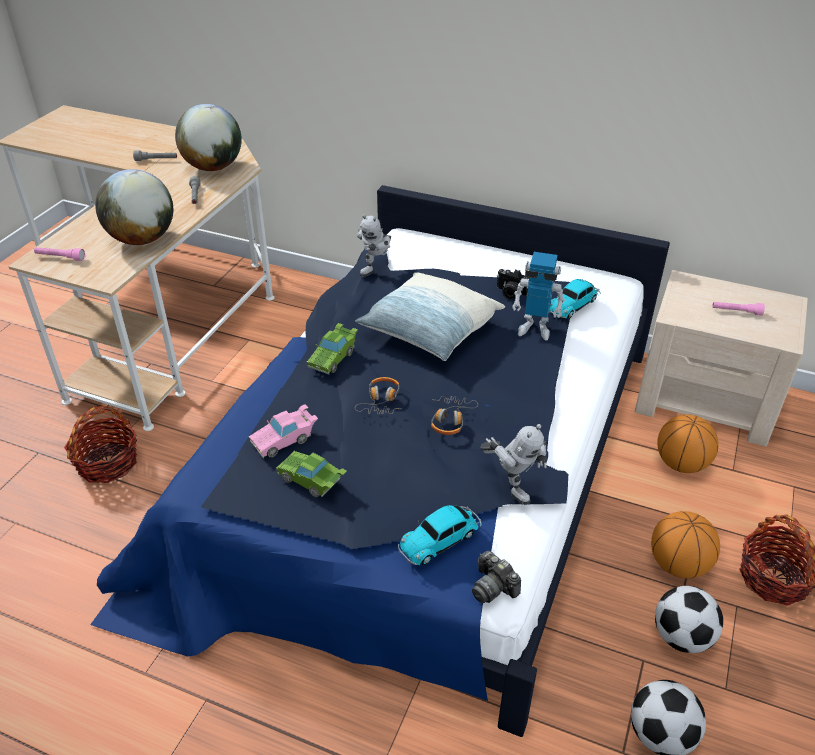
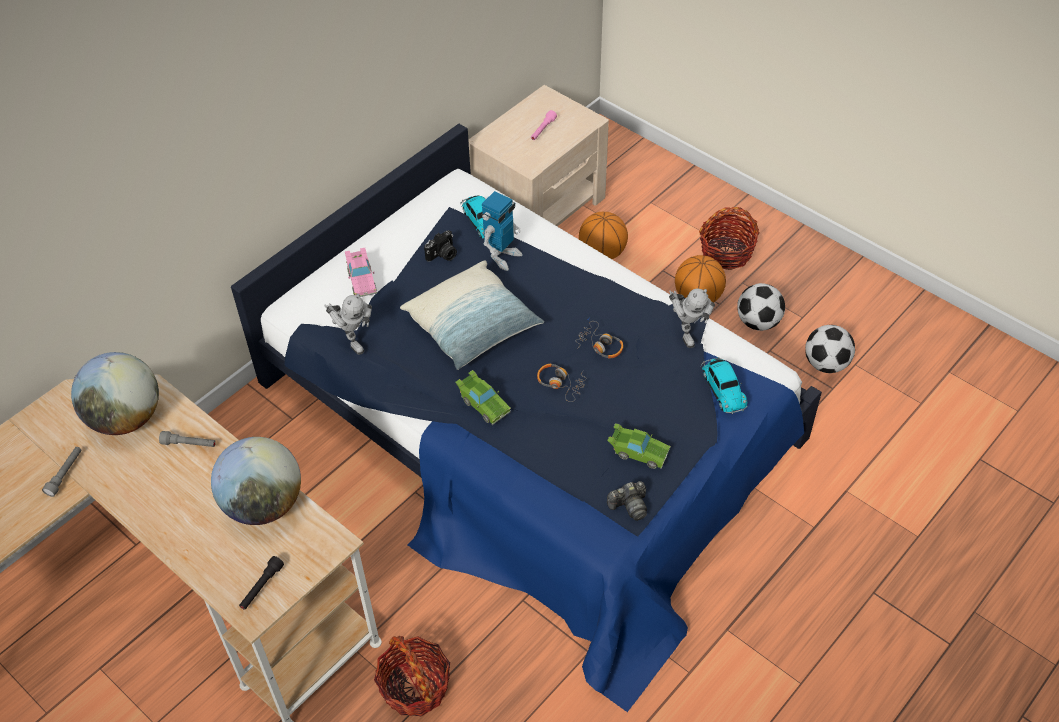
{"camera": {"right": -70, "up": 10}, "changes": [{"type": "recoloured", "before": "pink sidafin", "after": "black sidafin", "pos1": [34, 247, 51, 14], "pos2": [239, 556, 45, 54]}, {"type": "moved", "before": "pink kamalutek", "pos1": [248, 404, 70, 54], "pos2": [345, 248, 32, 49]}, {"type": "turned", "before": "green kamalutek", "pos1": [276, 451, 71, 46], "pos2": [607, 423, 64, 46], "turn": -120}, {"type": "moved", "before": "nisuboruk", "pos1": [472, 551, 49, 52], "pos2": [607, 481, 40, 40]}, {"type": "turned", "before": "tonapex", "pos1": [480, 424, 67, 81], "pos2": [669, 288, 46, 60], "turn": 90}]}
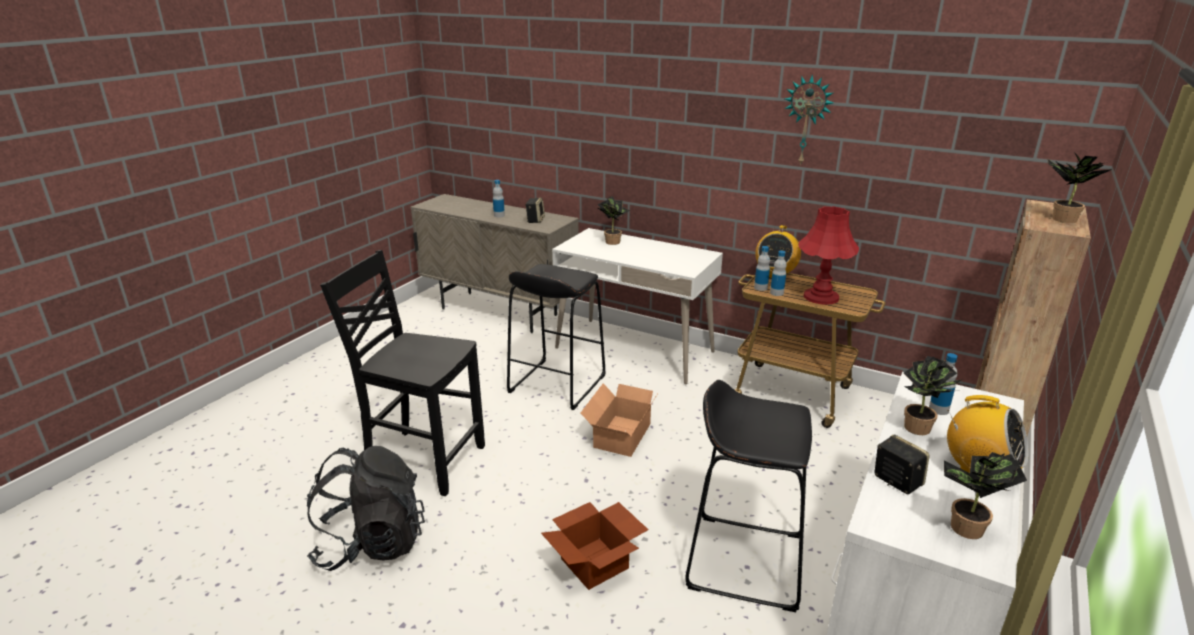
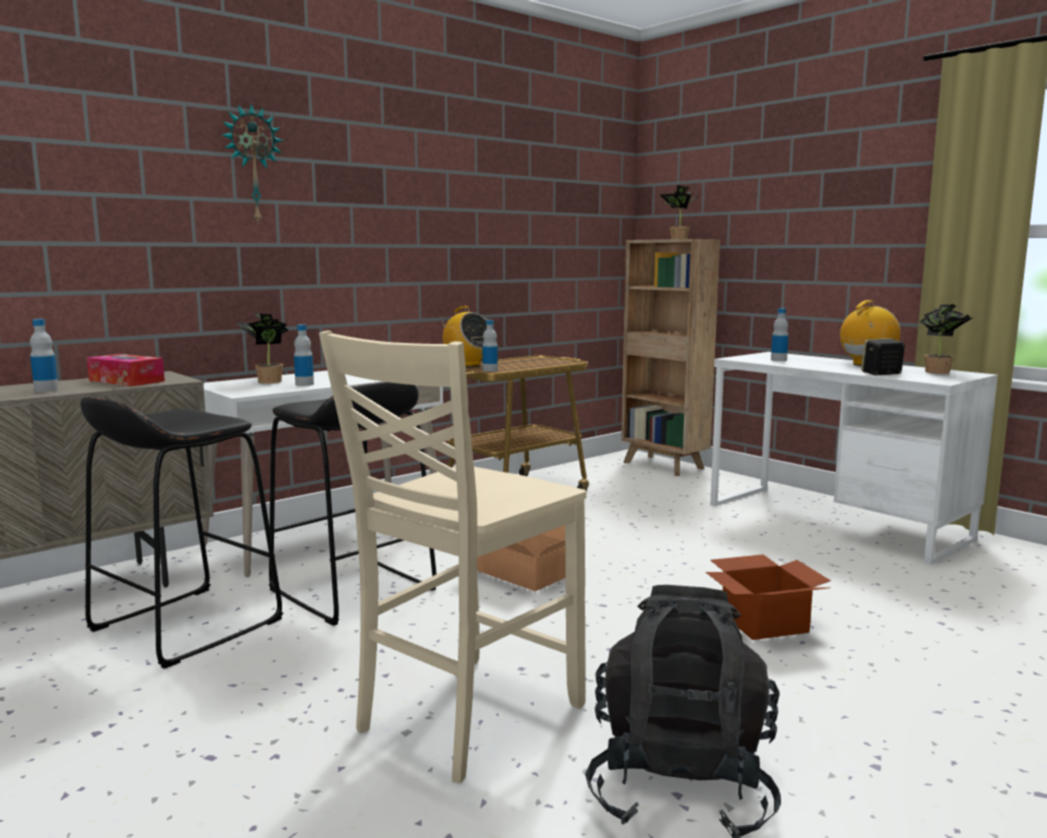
{"camera": {"right": -70, "up": -15}, "changes": [{"type": "recoloured", "before": "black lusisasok", "after": "beige lusisasok", "pos1": [320, 250, 165, 246], "pos2": [319, 330, 268, 453]}, {"type": "replaced", "before": "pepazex", "after": "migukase", "pos1": [525, 197, 20, 26], "pos2": [87, 354, 78, 32]}, {"type": "moved", "before": "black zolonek", "pos1": [685, 380, 127, 232], "pos2": [80, 396, 203, 273]}, {"type": "moved", "before": "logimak", "pos1": [770, 250, 17, 46], "pos2": [294, 324, 20, 62]}, {"type": "moved", "before": "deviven", "pos1": [785, 74, 48, 92], "pos2": [222, 103, 61, 121]}, {"type": "removed", "before": "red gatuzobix", "pos1": [799, 206, 60, 99]}, {"type": "removed", "before": "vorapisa", "pos1": [903, 356, 59, 79]}]}
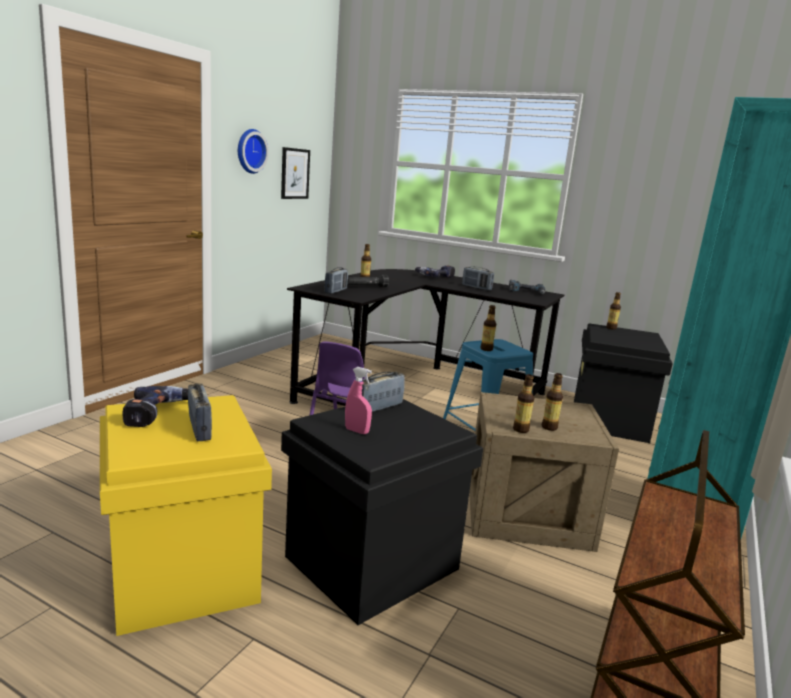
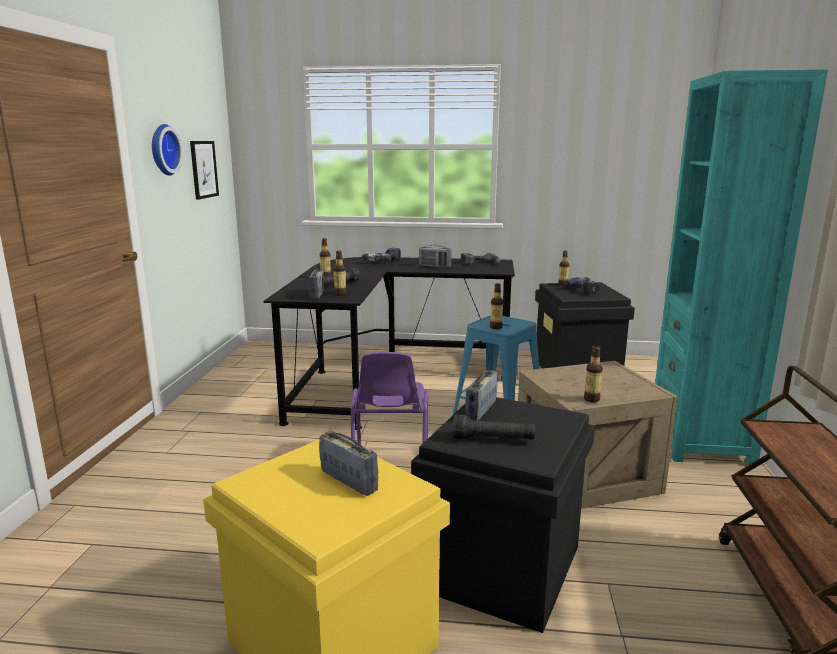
{"camera": {"right": -20, "up": 0}, "changes": [{"type": "moved", "before": "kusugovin", "pos1": [123, 386, 65, 41], "pos2": [565, 277, 35, 17]}, {"type": "replaced", "before": "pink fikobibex", "after": "black sidafin", "pos1": [345, 367, 27, 67], "pos2": [453, 415, 82, 25]}, {"type": "moved", "before": "logimak", "pos1": [542, 373, 21, 58], "pos2": [333, 251, 14, 45]}]}
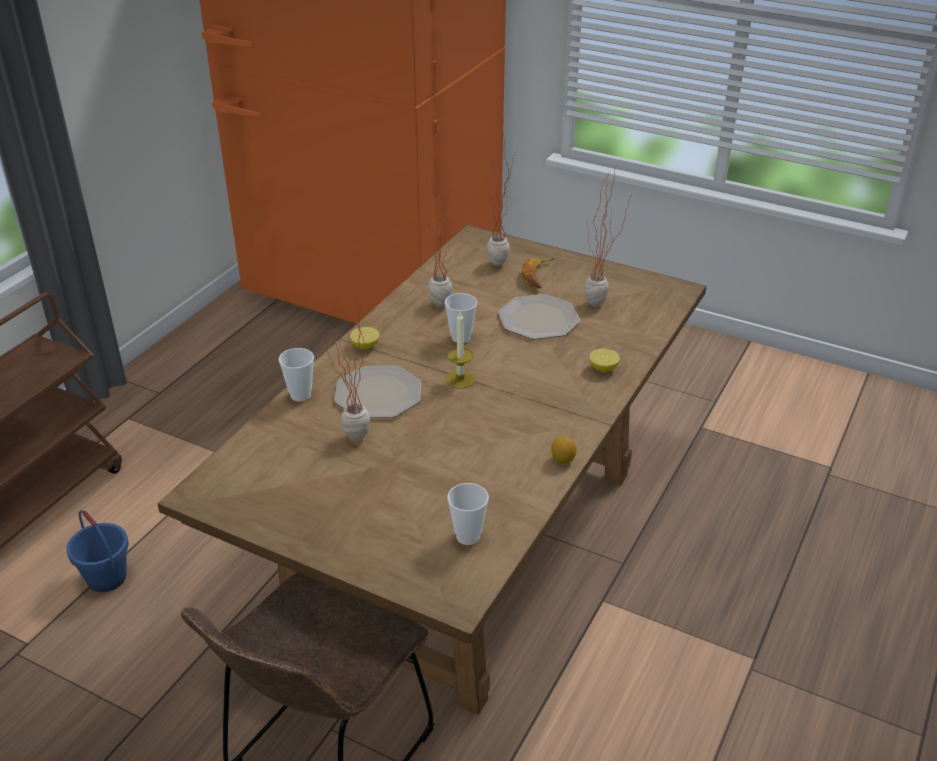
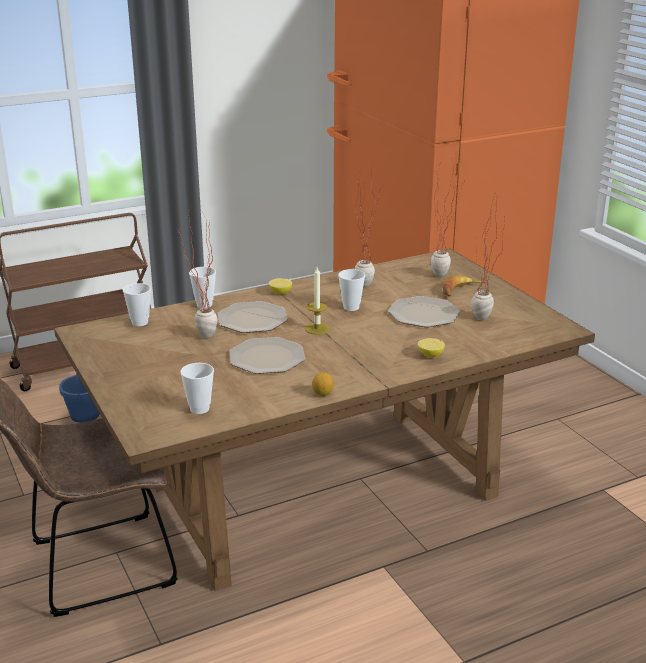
{"camera": {"right": 35, "up": -10}, "changes": [{"type": "added", "after": "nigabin", "pos2": [123, 283, 28, 43]}, {"type": "added", "after": "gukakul", "pos2": [230, 337, 75, 37]}]}
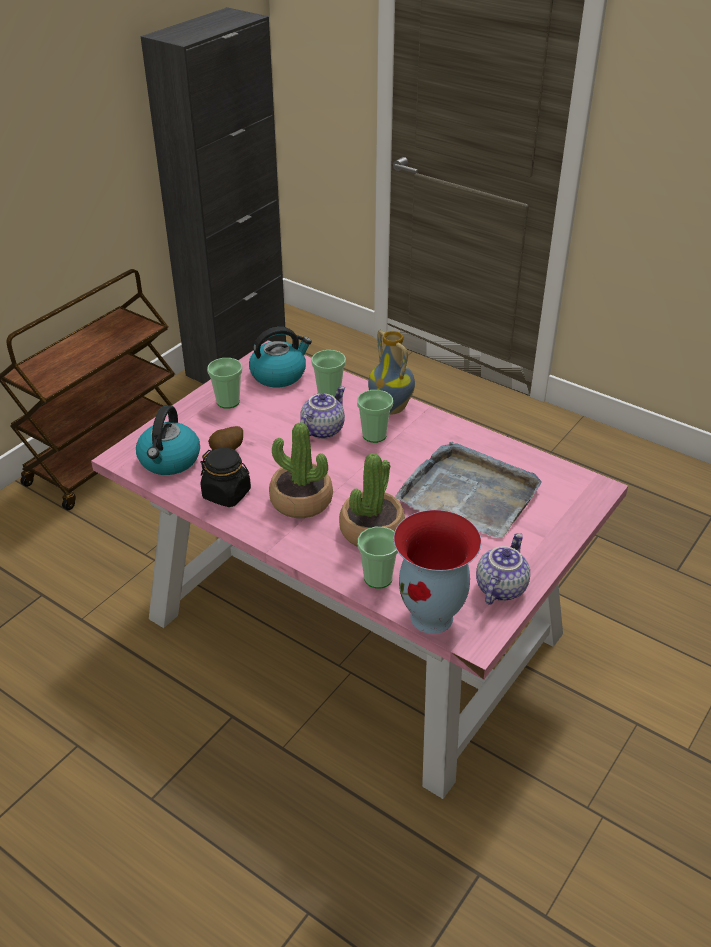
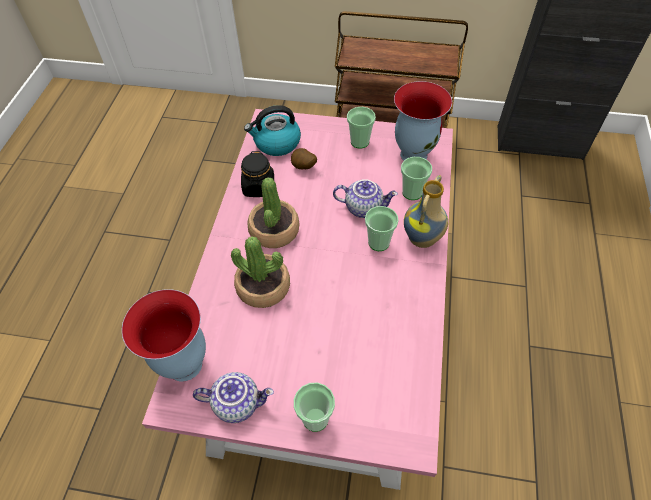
{"camera": {"right": 65, "up": 15}, "changes": [{"type": "replaced", "before": "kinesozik", "after": "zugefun", "pos1": [249, 327, 63, 60], "pos2": [394, 81, 58, 80]}, {"type": "moved", "before": "nigabin", "pos1": [358, 527, 40, 62], "pos2": [294, 382, 41, 50]}, {"type": "removed", "before": "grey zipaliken", "pos1": [395, 442, 147, 96]}]}
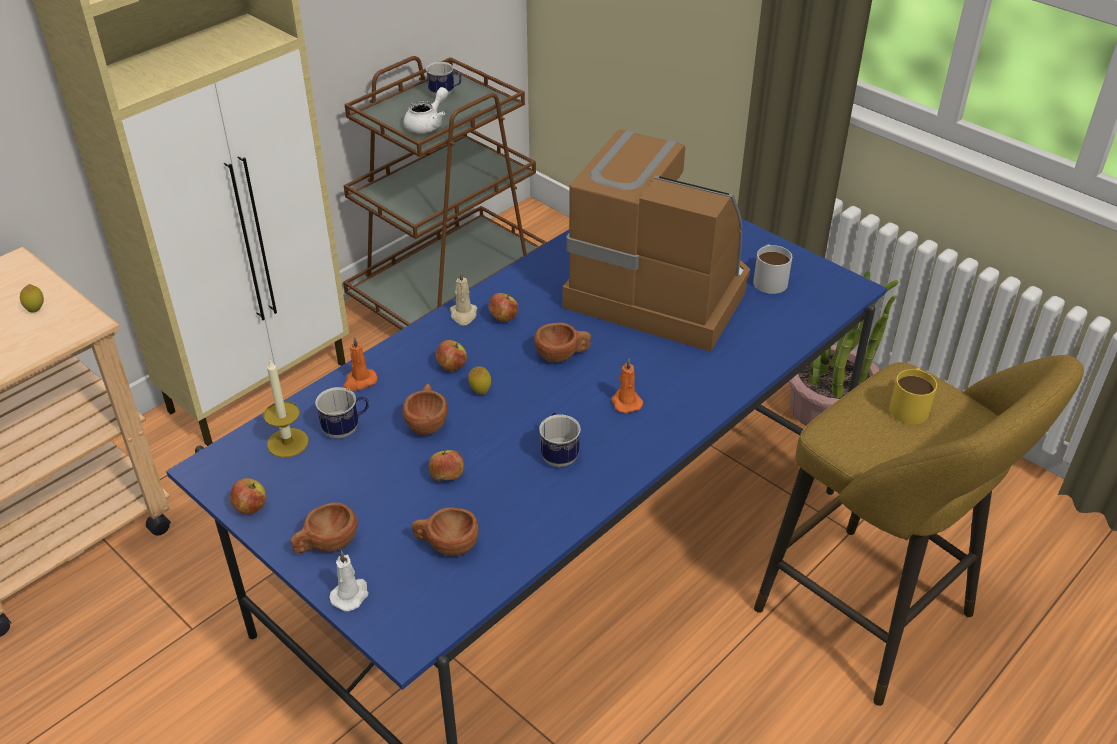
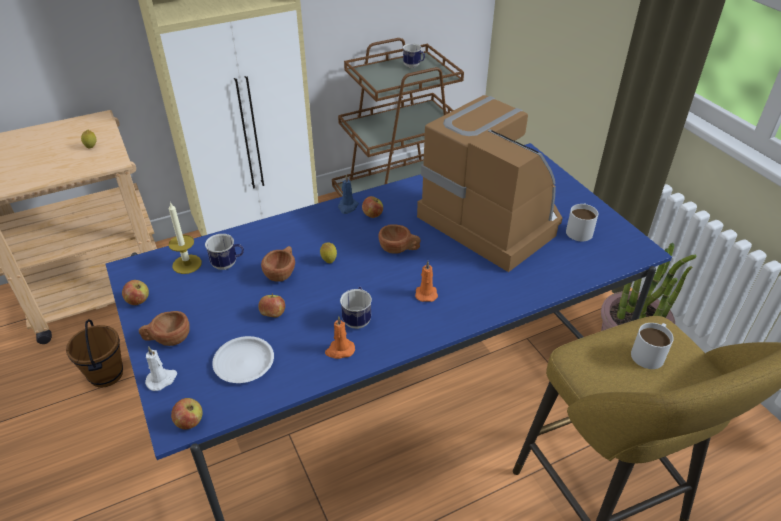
{"camera": {"right": 20, "up": 0}, "changes": [{"type": "moved", "before": "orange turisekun", "pos1": [343, 337, 34, 54], "pos2": [325, 316, 30, 43]}, {"type": "removed", "before": "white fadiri", "pos1": [404, 87, 44, 46]}, {"type": "replaced", "before": "brown nigabin", "after": "white gukakul", "pos1": [412, 507, 67, 49], "pos2": [212, 336, 62, 47]}, {"type": "moved", "before": "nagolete", "pos1": [436, 340, 31, 31], "pos2": [171, 398, 32, 31]}, {"type": "recoloured", "before": "beige turisekun", "after": "blue turisekun", "pos1": [450, 271, 27, 54], "pos2": [338, 175, 21, 39]}, {"type": "recoloured", "before": "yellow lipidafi", "after": "white lipidafi", "pos1": [889, 368, 48, 56], "pos2": [631, 323, 43, 46]}, {"type": "added", "after": "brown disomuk", "pos2": [66, 319, 57, 69]}]}
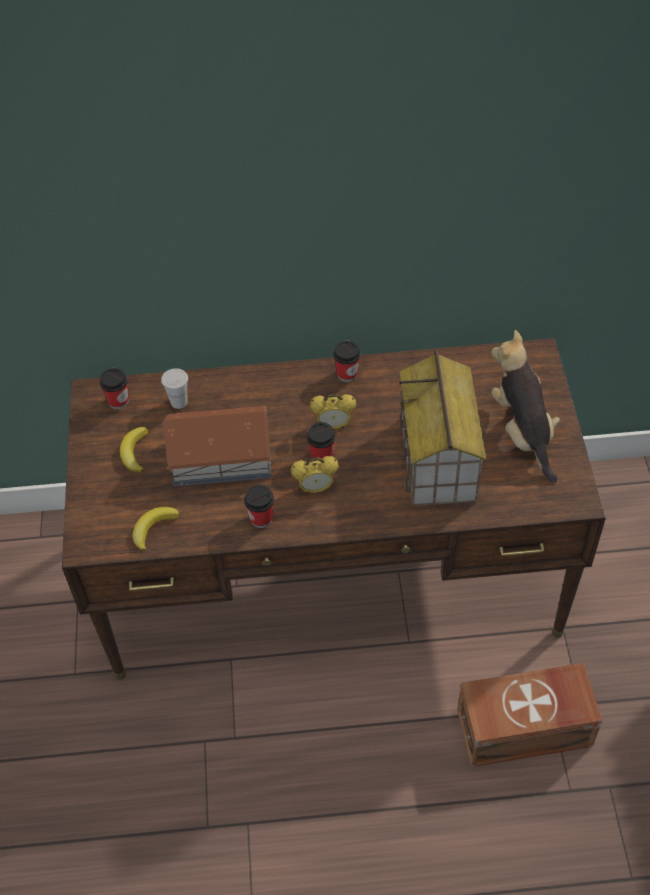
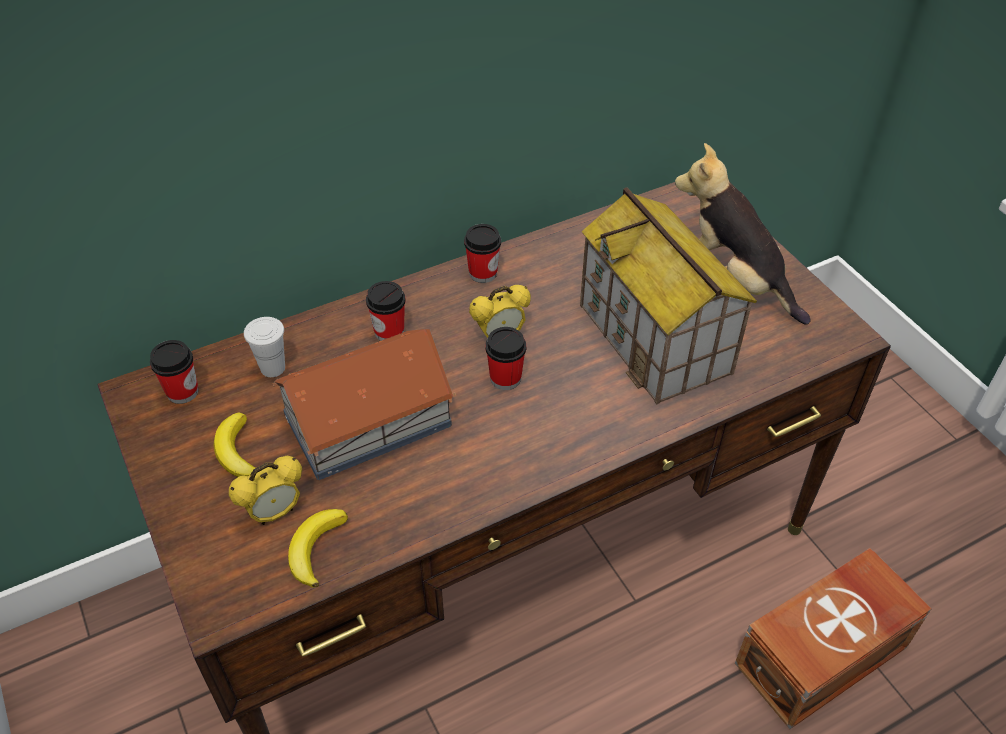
{"camera": {"right": -25, "up": -5}, "changes": [{"type": "moved", "before": "nigabin", "pos1": [244, 485, 30, 43], "pos2": [366, 281, 40, 60]}, {"type": "moved", "before": "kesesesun", "pos1": [291, 456, 48, 38], "pos2": [229, 456, 73, 69]}]}
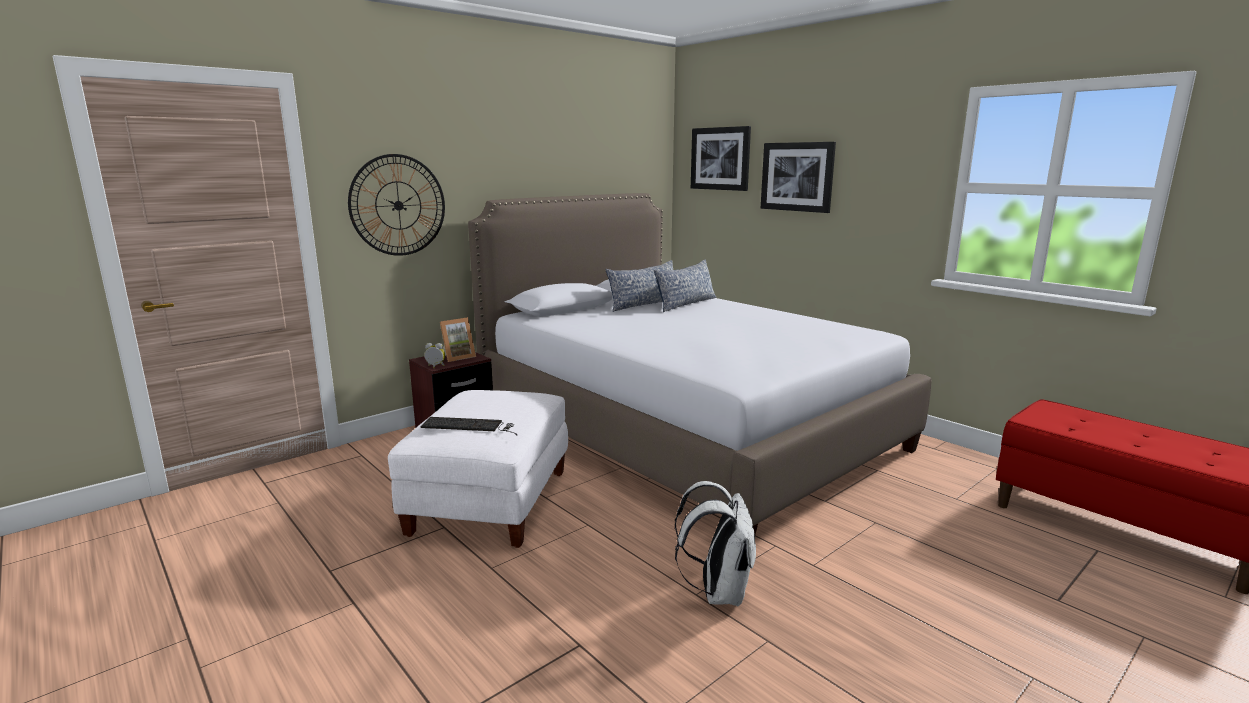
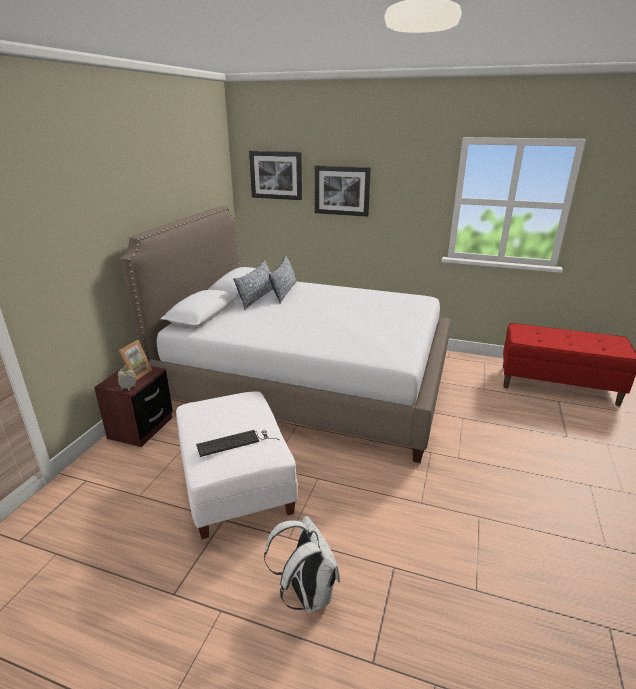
{"camera": {"right": -30, "up": 10}, "changes": [{"type": "removed", "before": "deviven", "pos1": [348, 154, 97, 102]}, {"type": "moved", "before": "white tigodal", "pos1": [675, 481, 81, 125], "pos2": [264, 516, 76, 97]}]}
